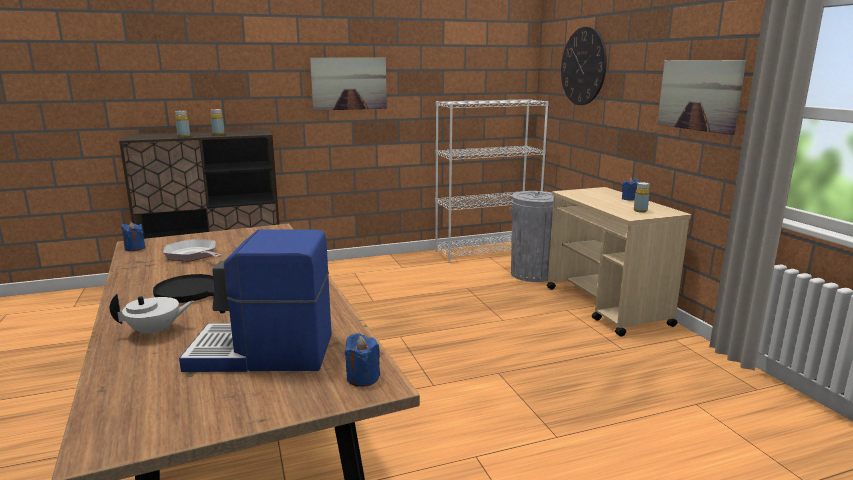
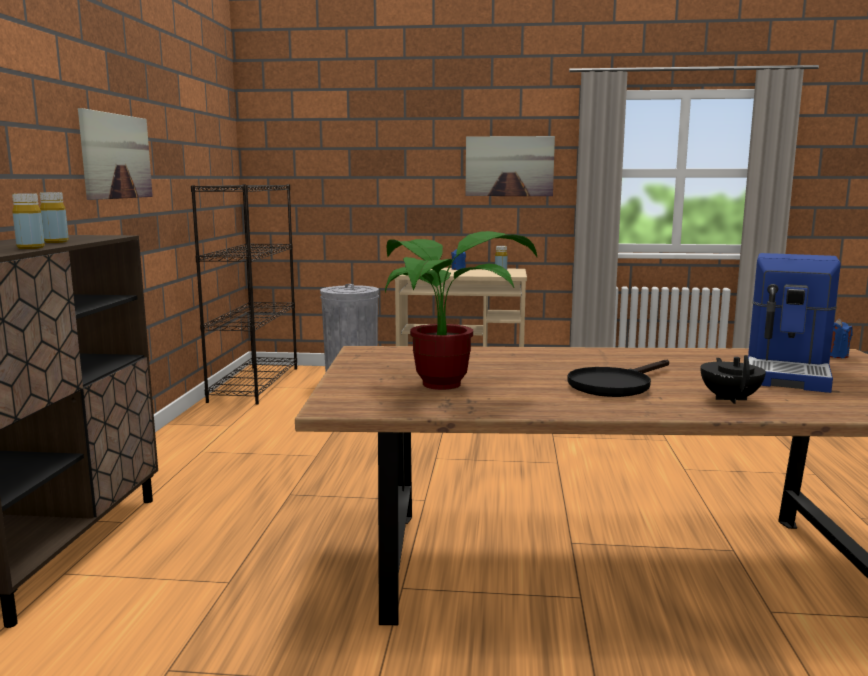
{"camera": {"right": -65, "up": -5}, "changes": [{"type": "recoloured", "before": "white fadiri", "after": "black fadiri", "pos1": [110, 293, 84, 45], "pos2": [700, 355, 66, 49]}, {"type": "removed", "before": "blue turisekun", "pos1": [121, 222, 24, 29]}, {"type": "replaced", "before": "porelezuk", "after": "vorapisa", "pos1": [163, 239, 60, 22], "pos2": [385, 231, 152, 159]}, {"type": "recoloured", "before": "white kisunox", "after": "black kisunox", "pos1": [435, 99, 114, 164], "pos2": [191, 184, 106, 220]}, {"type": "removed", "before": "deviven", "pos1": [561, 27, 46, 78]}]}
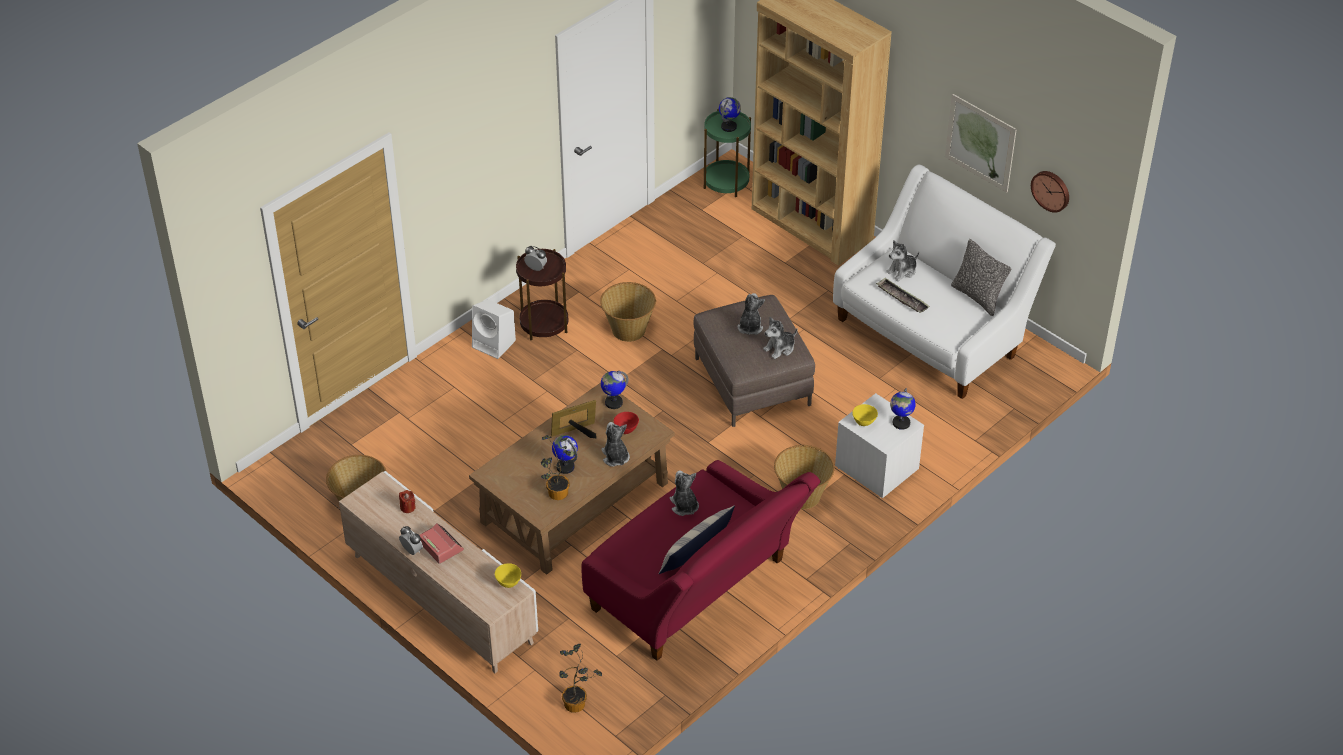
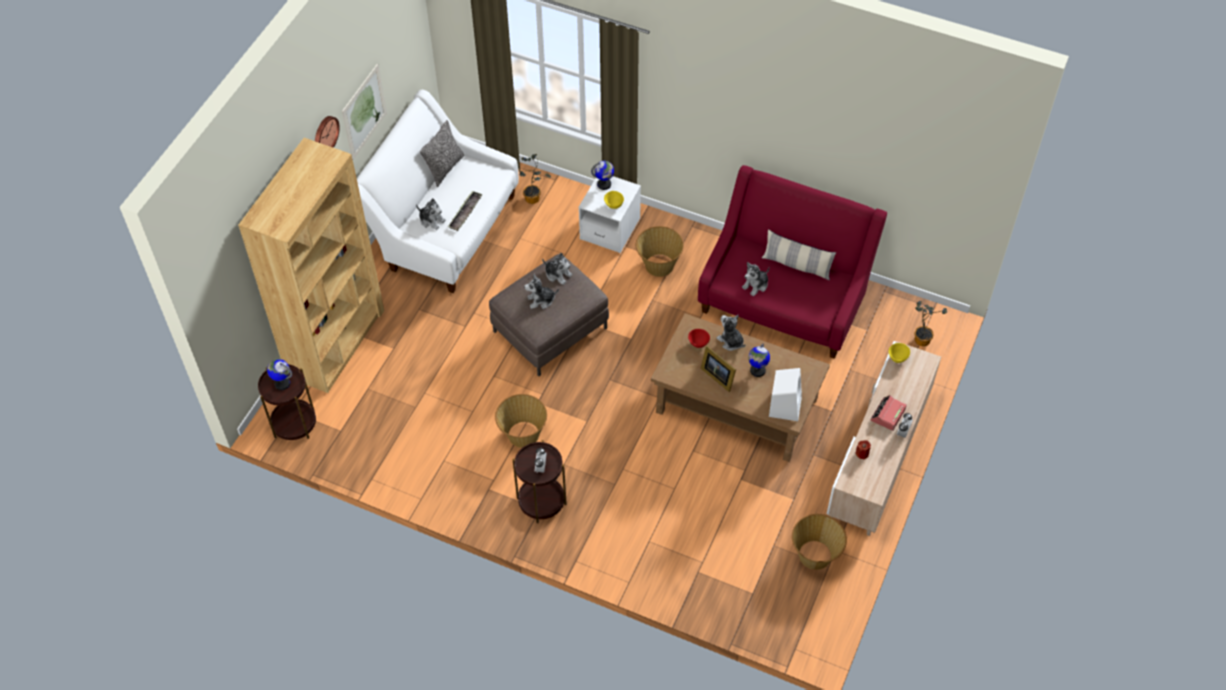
{"camera": {"right": -110, "up": 10}, "changes": [{"type": "moved", "before": "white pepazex", "pos1": [472, 299, 44, 60], "pos2": [769, 368, 33, 53]}, {"type": "moved", "before": "vorapisa", "pos1": [541, 435, 30, 65], "pos2": [520, 154, 31, 50]}, {"type": "removed", "before": "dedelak", "pos1": [601, 371, 27, 38]}, {"type": "turned", "before": "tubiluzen", "pos1": [601, 422, 29, 45], "pos2": [717, 314, 29, 37], "turn": 90}, {"type": "recoloured", "before": "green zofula", "after": "brown zofula", "pos1": [704, 109, 47, 88], "pos2": [258, 364, 58, 76]}, {"type": "moved", "before": "deviven", "pos1": [1031, 171, 38, 42], "pos2": [315, 116, 25, 32]}]}
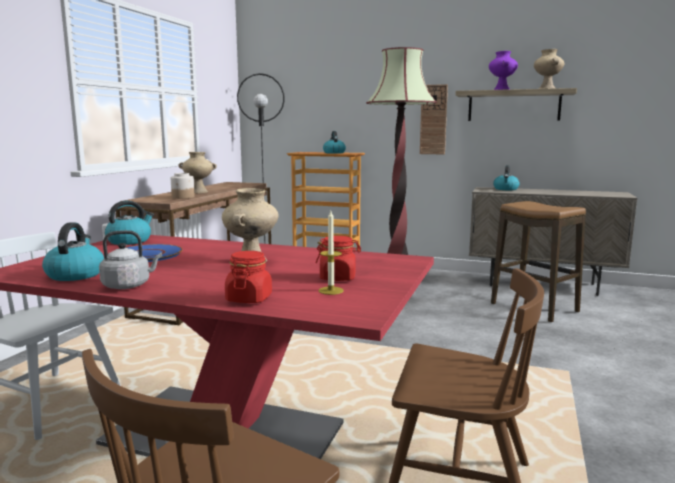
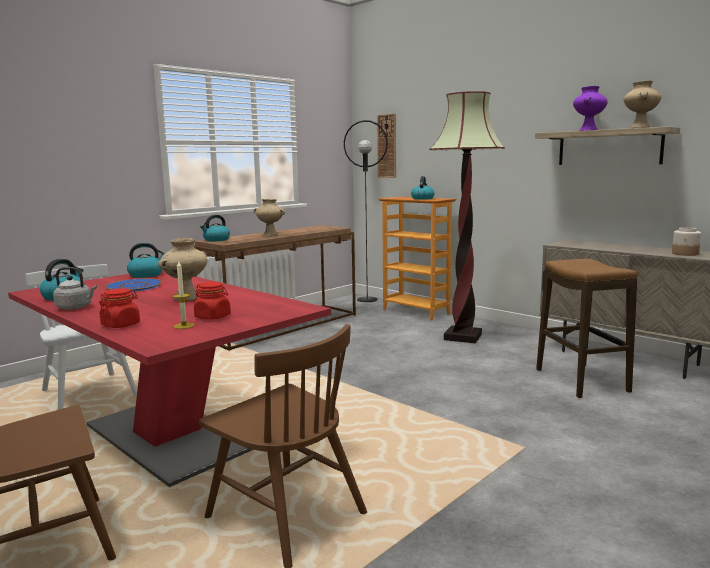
{"camera": {"right": 25, "up": 0}, "changes": [{"type": "moved", "before": "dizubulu", "pos1": [171, 173, 24, 26], "pos2": [672, 227, 29, 29]}, {"type": "moved", "before": "deviven", "pos1": [420, 84, 28, 70], "pos2": [377, 114, 19, 64]}, {"type": "moved", "before": "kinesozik", "pos1": [493, 165, 27, 25], "pos2": [200, 215, 30, 26]}]}
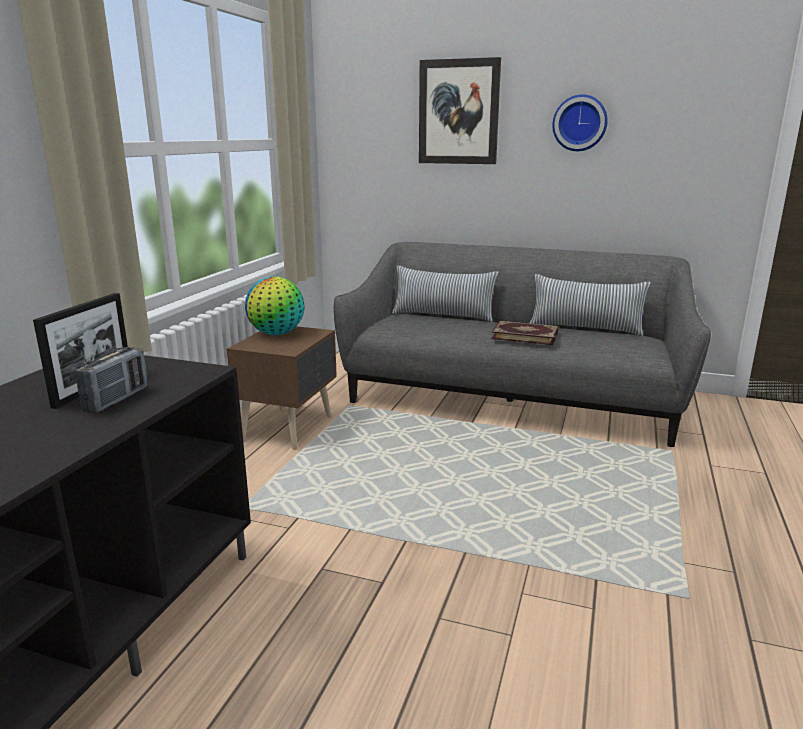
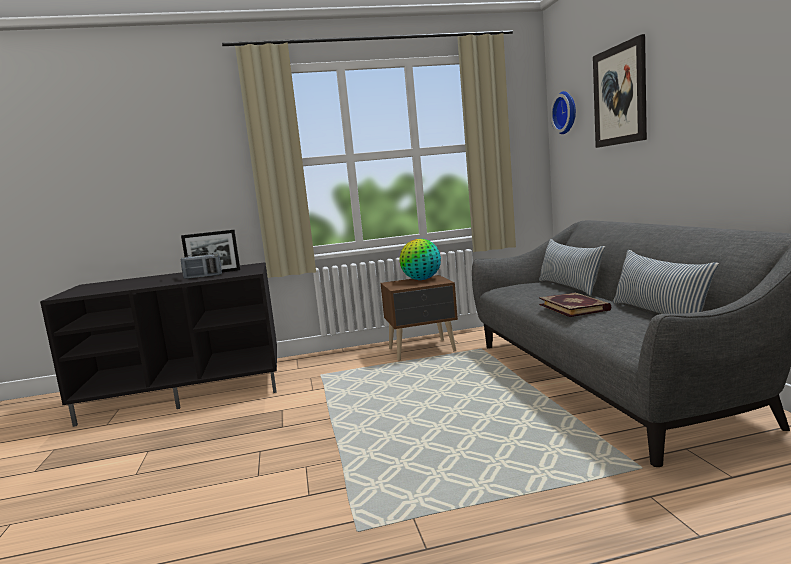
{"camera": {"right": 60, "up": -10}, "changes": [{"type": "moved", "before": "deviven", "pos1": [552, 94, 56, 57], "pos2": [551, 91, 25, 43]}]}
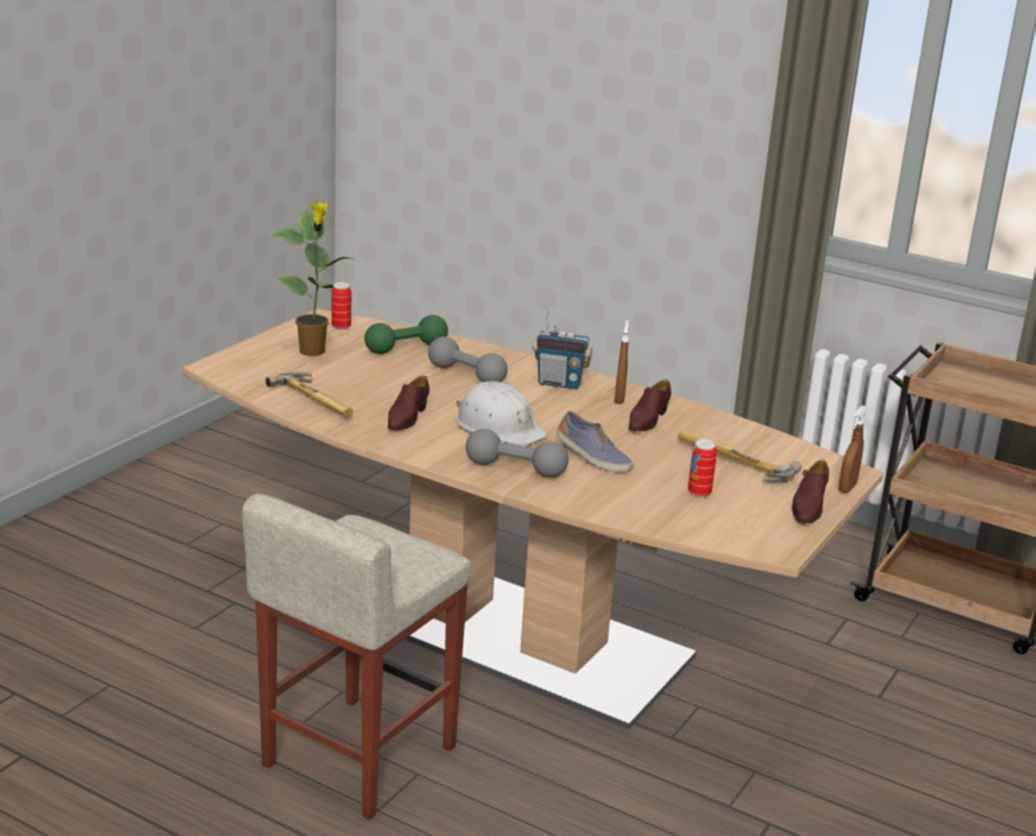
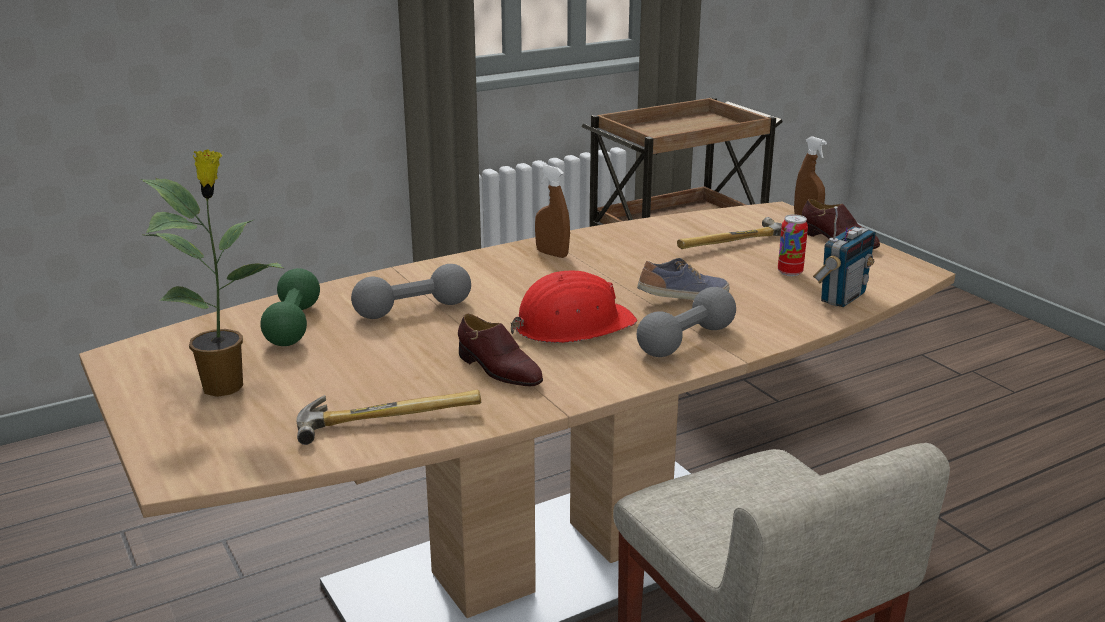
{"camera": {"right": -60, "up": 0}, "changes": [{"type": "removed", "before": "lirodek", "pos1": [331, 282, 20, 48]}, {"type": "recoloured", "before": "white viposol", "after": "red viposol", "pos1": [456, 381, 91, 65], "pos2": [511, 270, 126, 73]}, {"type": "moved", "before": "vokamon", "pos1": [532, 305, 60, 84], "pos2": [813, 206, 63, 101]}, {"type": "removed", "before": "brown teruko", "pos1": [629, 380, 42, 51]}]}
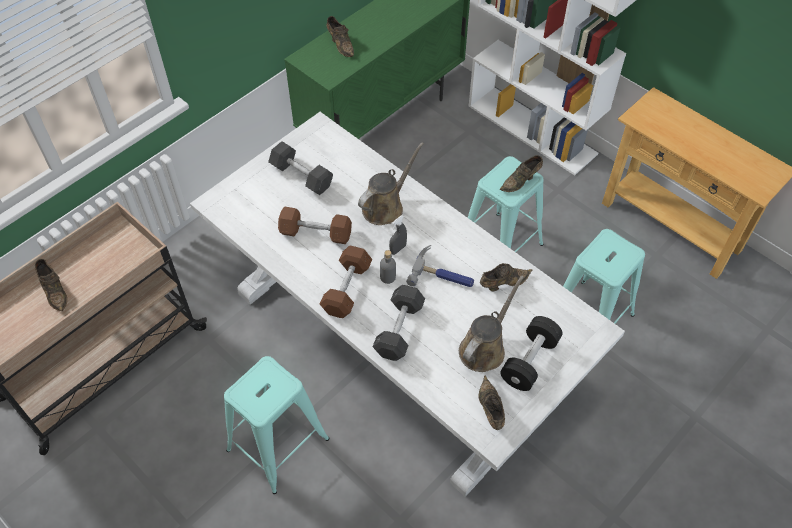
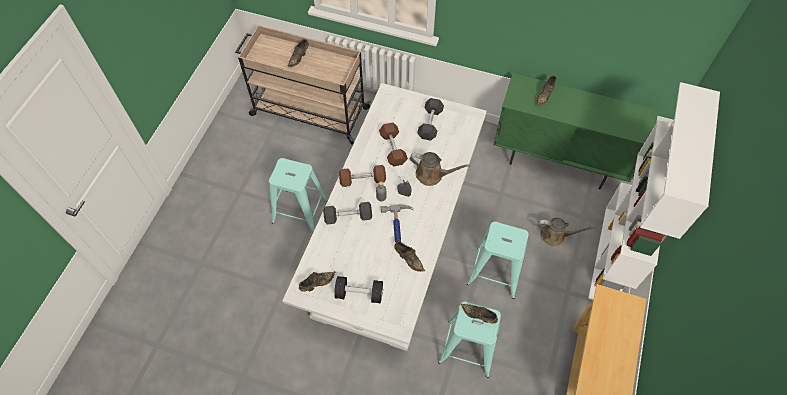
{"camera": {"right": 65, "up": 5}, "changes": [{"type": "moved", "before": "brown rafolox", "pos1": [459, 275, 65, 97], "pos2": [538, 217, 58, 29]}, {"type": "moved", "before": "brown teruko", "pos1": [500, 155, 43, 37], "pos2": [461, 304, 37, 20]}]}
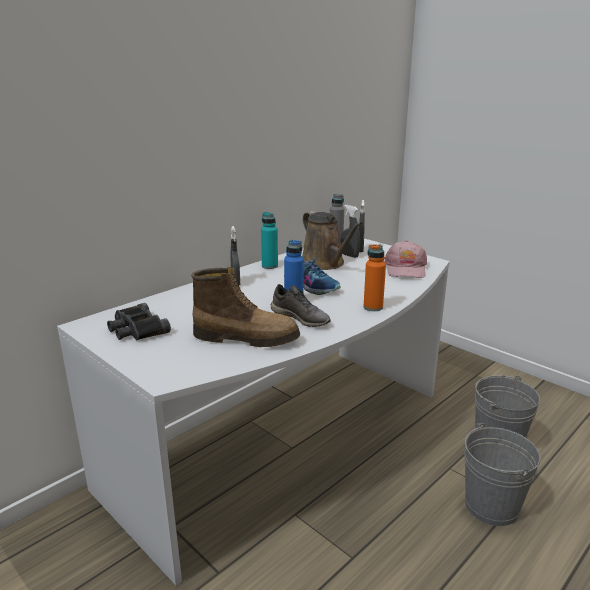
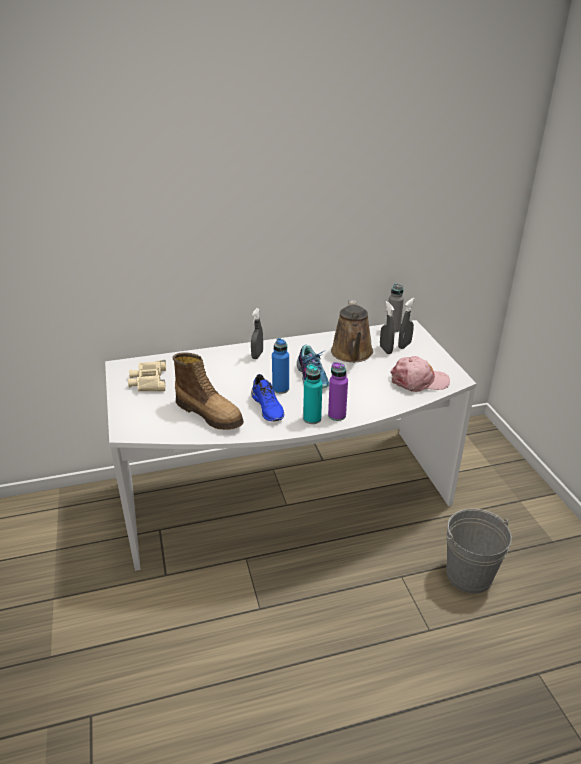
{"camera": {"right": 30, "up": 10}, "changes": [{"type": "recoloured", "before": "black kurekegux", "after": "beige kurekegux", "pos1": [107, 303, 64, 37], "pos2": [128, 360, 38, 32]}, {"type": "moved", "before": "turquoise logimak", "pos1": [261, 212, 17, 57], "pos2": [303, 364, 19, 60]}, {"type": "recoloured", "before": "grey teruko", "after": "blue teruko", "pos1": [271, 284, 60, 43], "pos2": [251, 374, 33, 48]}, {"type": "recoloured", "before": "orange logimak", "after": "purple logimak", "pos1": [364, 244, 22, 67], "pos2": [328, 362, 20, 59]}, {"type": "turned", "before": "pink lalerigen", "pos1": [384, 240, 43, 38], "pos2": [390, 356, 60, 36], "turn": -135}, {"type": "removed", "before": "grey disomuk", "pos1": [464, 423, 77, 103]}]}
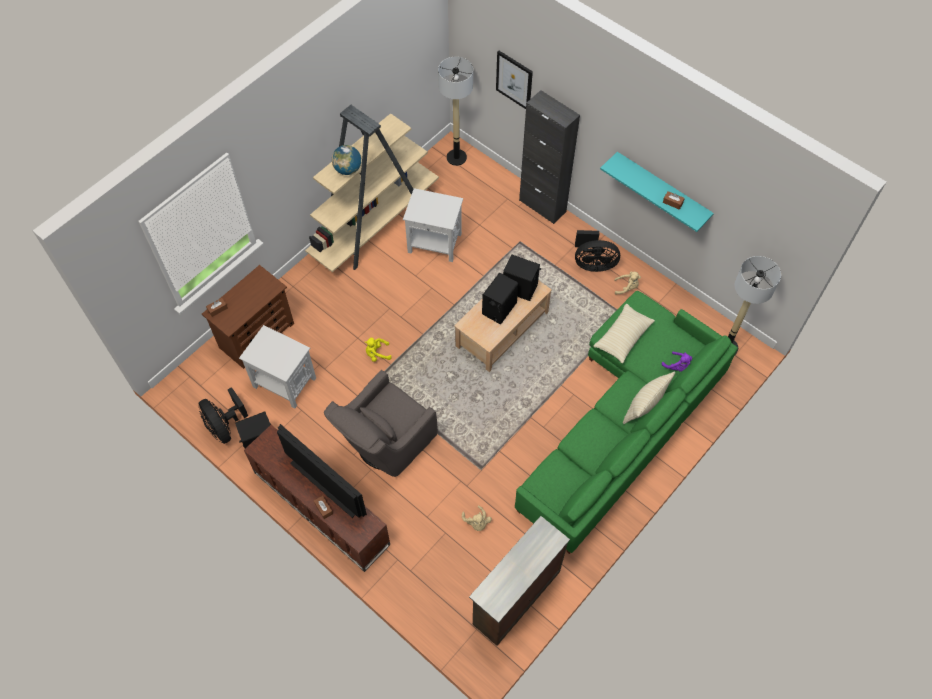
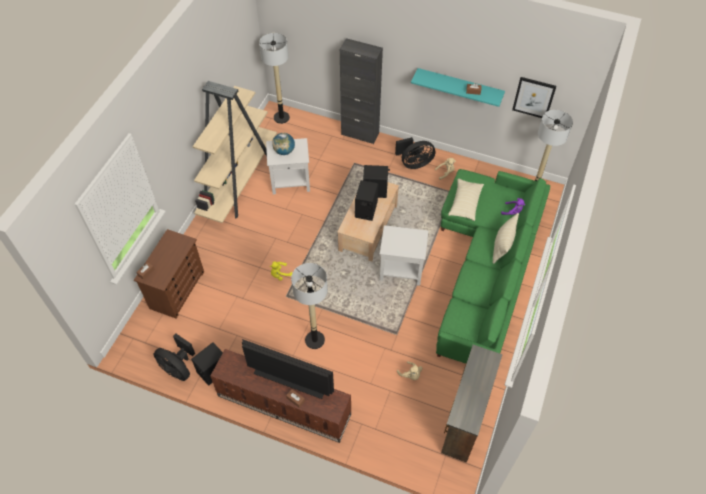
{"camera": {"right": -20, "up": -5}, "changes": [{"type": "moved", "before": "white zofula", "pos1": [239, 325, 77, 83], "pos2": [380, 225, 48, 61]}, {"type": "replaced", "before": "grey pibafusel", "after": "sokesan", "pos1": [324, 370, 114, 107], "pos2": [291, 263, 37, 86]}, {"type": "moved", "before": "dedelak", "pos1": [332, 145, 29, 30], "pos2": [272, 133, 23, 22]}, {"type": "moved", "before": "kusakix", "pos1": [496, 51, 37, 58], "pos2": [512, 77, 45, 41]}]}
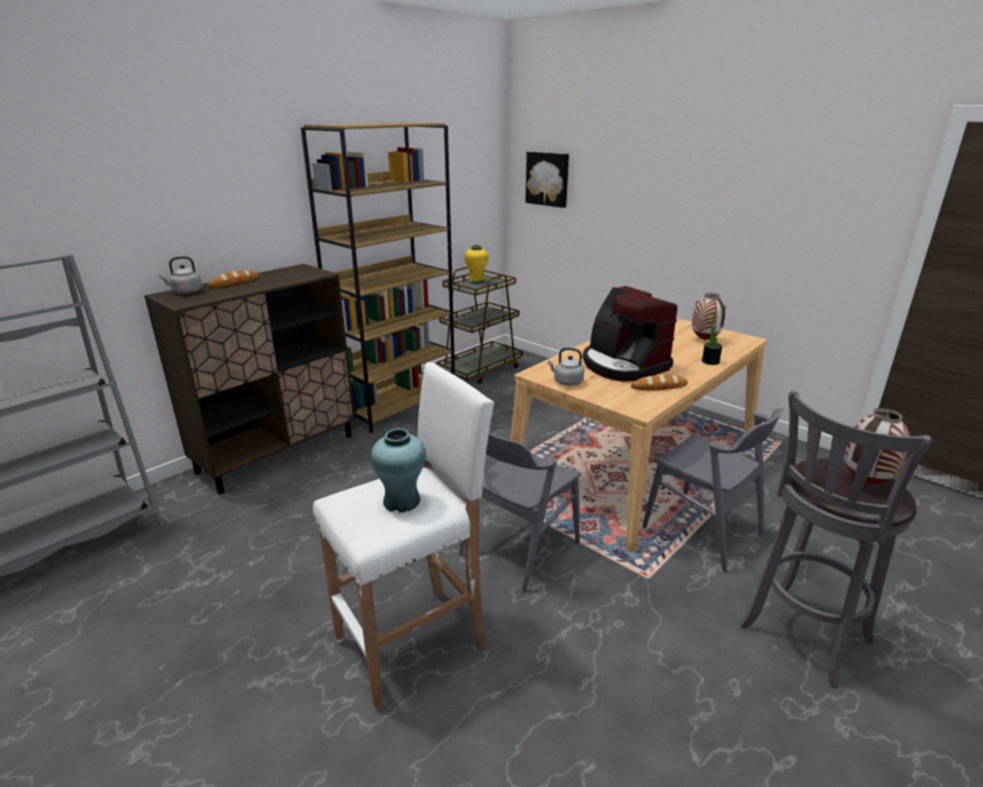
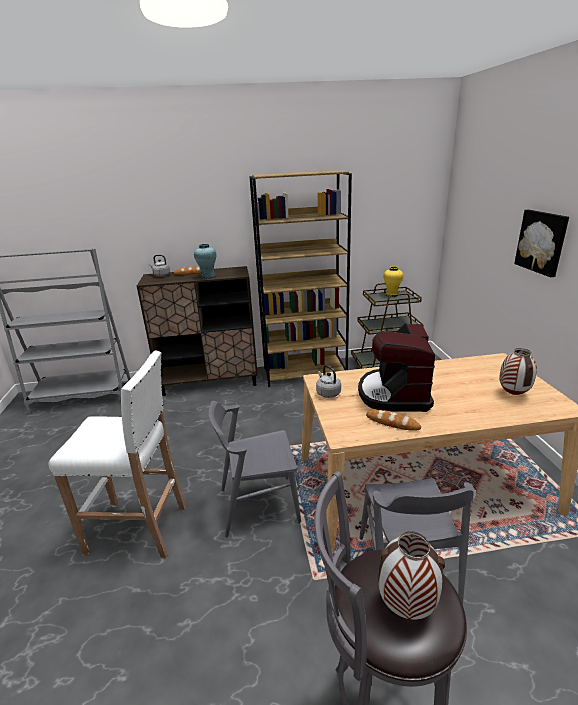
{"camera": {"right": 40, "up": 0}, "changes": [{"type": "moved", "before": "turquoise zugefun", "pos1": [371, 428, 55, 85], "pos2": [194, 243, 22, 36]}, {"type": "moved", "before": "kusakix", "pos1": [525, 152, 44, 56], "pos2": [514, 210, 55, 67]}, {"type": "removed", "before": "vorapisa", "pos1": [702, 312, 20, 53]}]}
